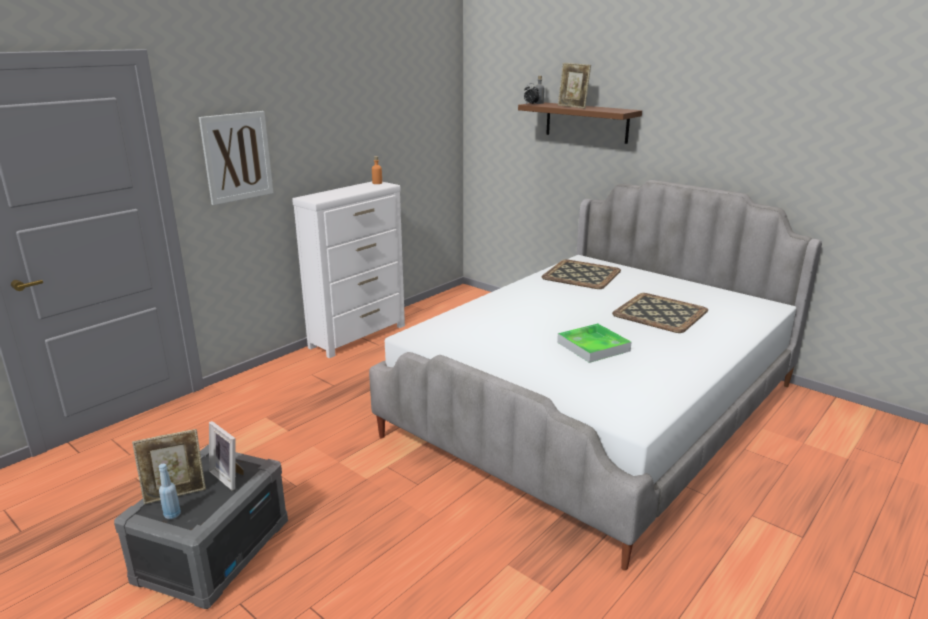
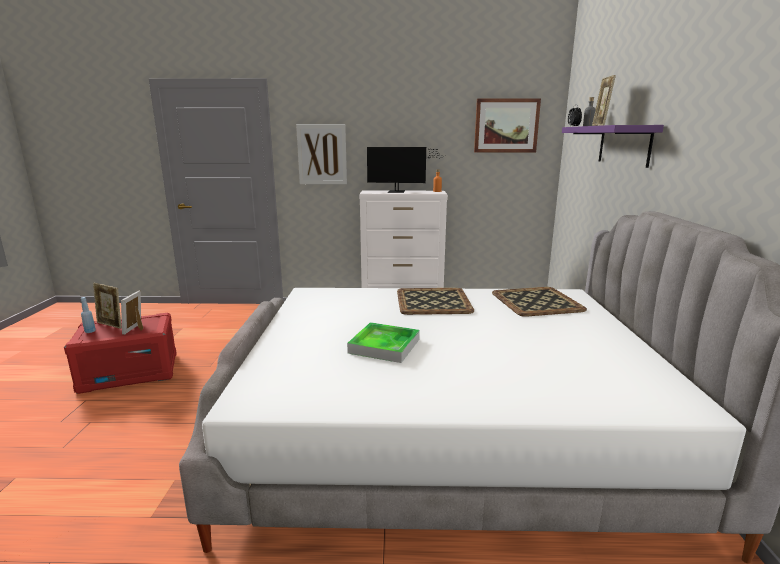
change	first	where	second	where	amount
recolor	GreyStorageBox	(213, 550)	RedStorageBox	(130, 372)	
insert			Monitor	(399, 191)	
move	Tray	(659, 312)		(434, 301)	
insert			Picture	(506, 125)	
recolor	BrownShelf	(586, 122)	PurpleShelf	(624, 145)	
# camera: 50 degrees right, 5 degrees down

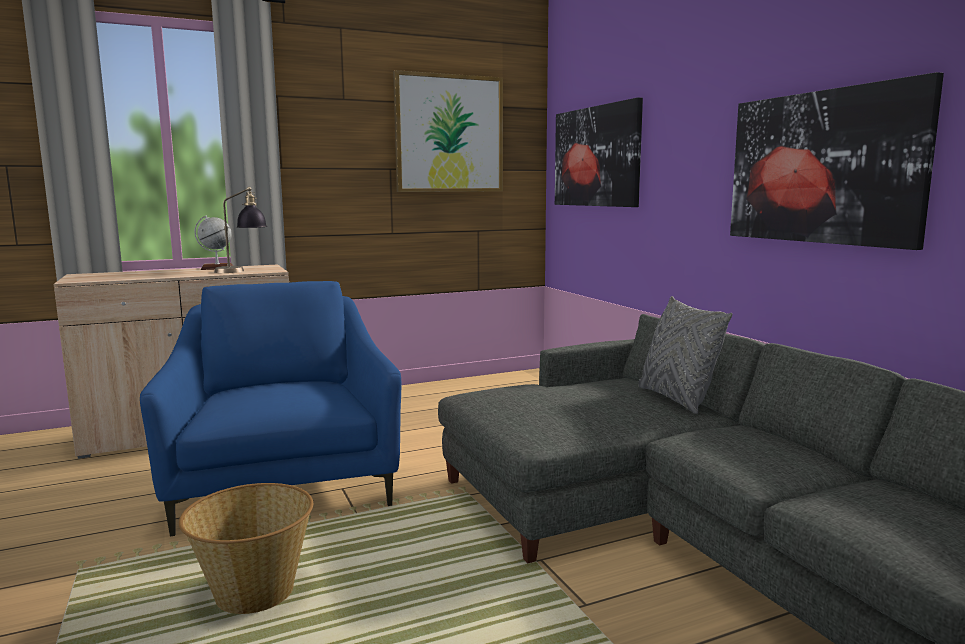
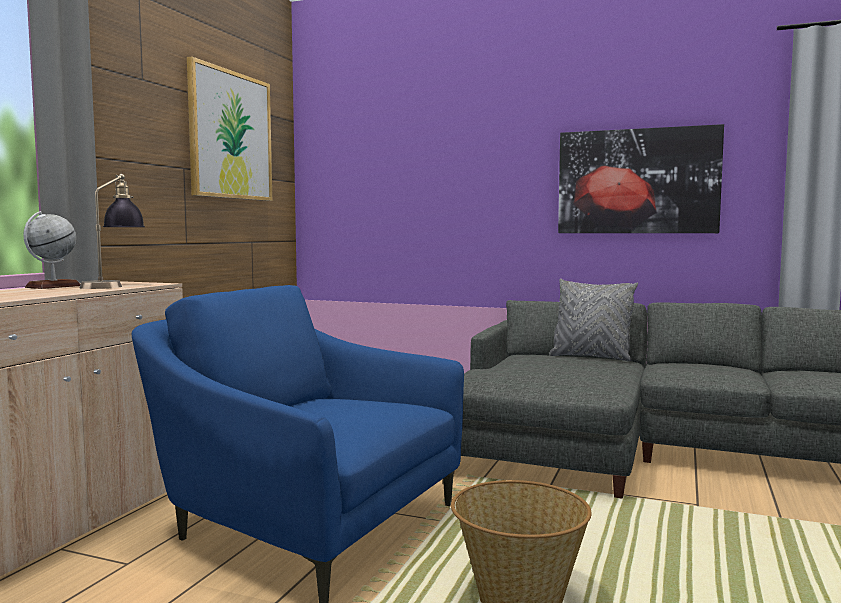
change	first	where	second	where	amount
delete	Picture	(596, 156)			
# camera: 45 degrees left, 5 degrees down

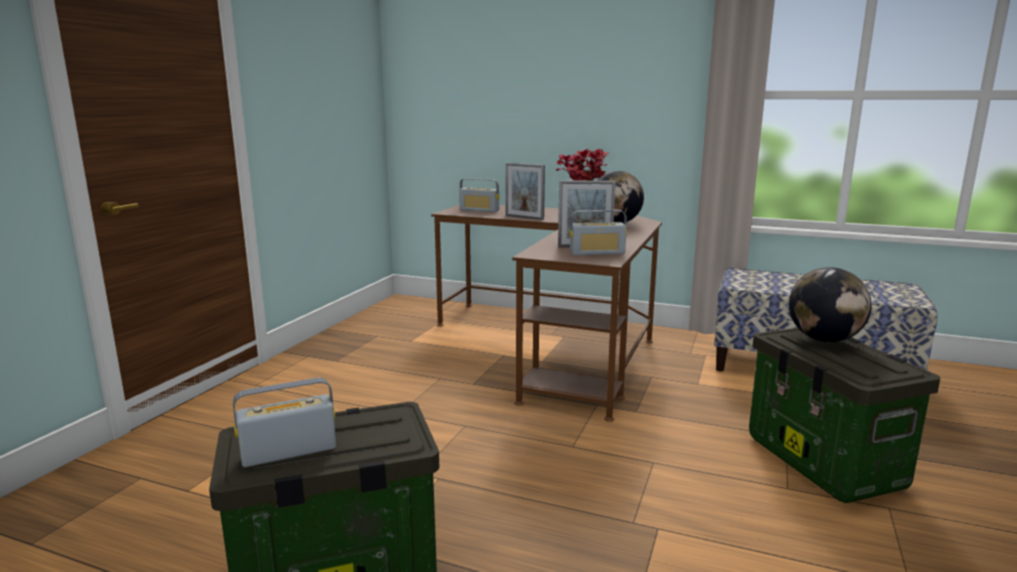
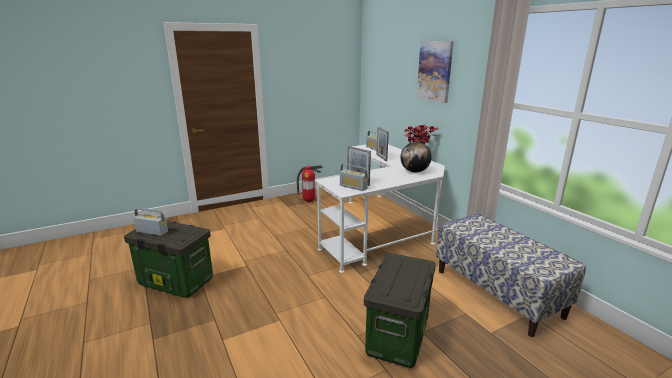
change	first	where	second	where	amount
insert			FireExtinguisher	(309, 201)	
recolor	BrownDesk	(557, 345)	WhiteDesk	(383, 229)	
insert			Picture	(435, 71)	
delete	Globe	(824, 339)			
# camera: 40 degrees right, 5 degrees up

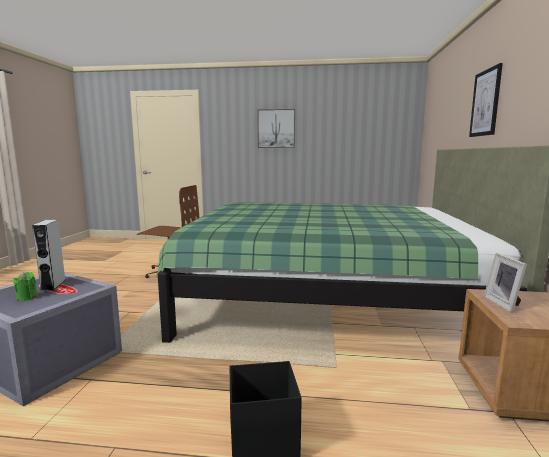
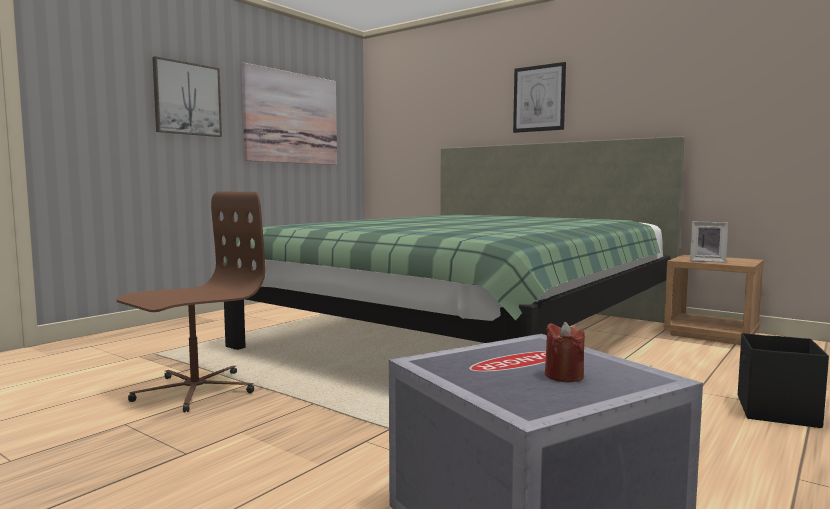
change	first	where	second	where	amount
insert			Picture	(291, 118)	
recolor	GreenCandle	(27, 297)	RedCandle	(564, 376)	
delete	GreySpeaker	(53, 285)			
# camera: 60 degrees left, 5 degrees down

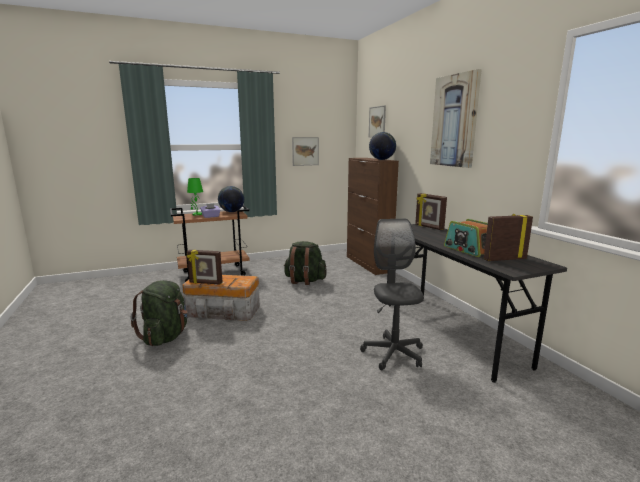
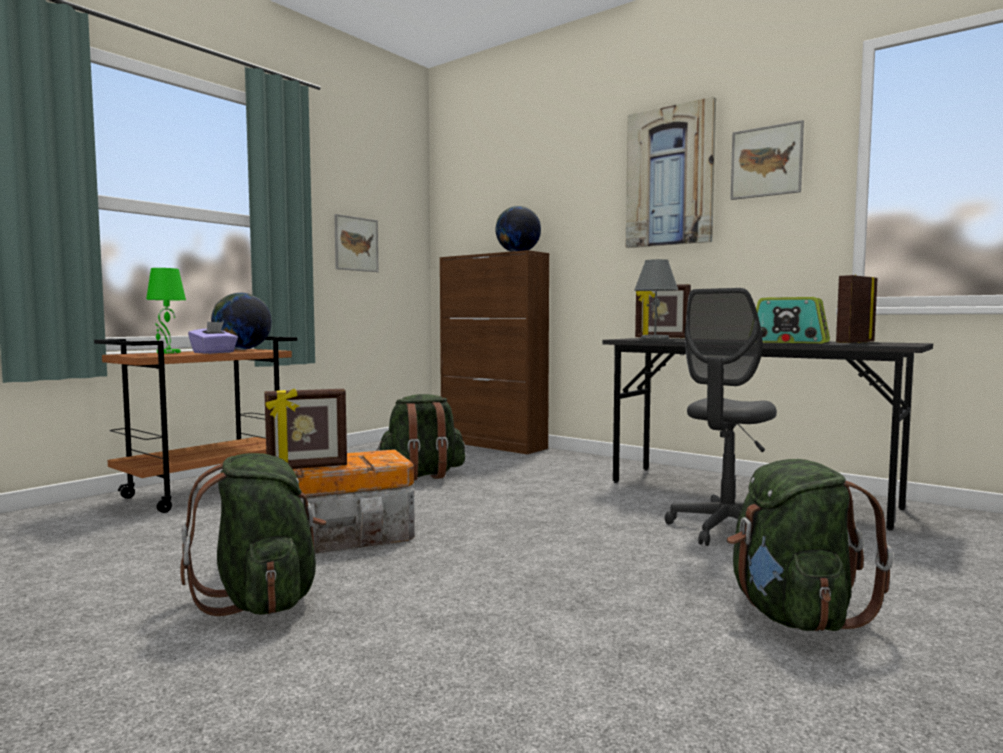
change	first	where	second	where	amount
insert			GreyTableLamp	(655, 339)	
rotate	GreyOfficeChair	(393, 354)		(725, 530)	105 degrees counterclockwise
insert			GreenBackpack	(793, 615)	
move	Picture	(377, 122)		(766, 161)	
# camera: 30 degrees left, 10 degrees down

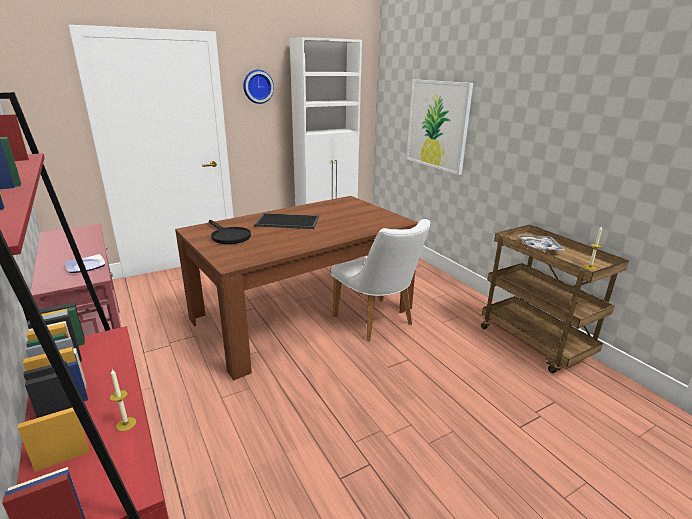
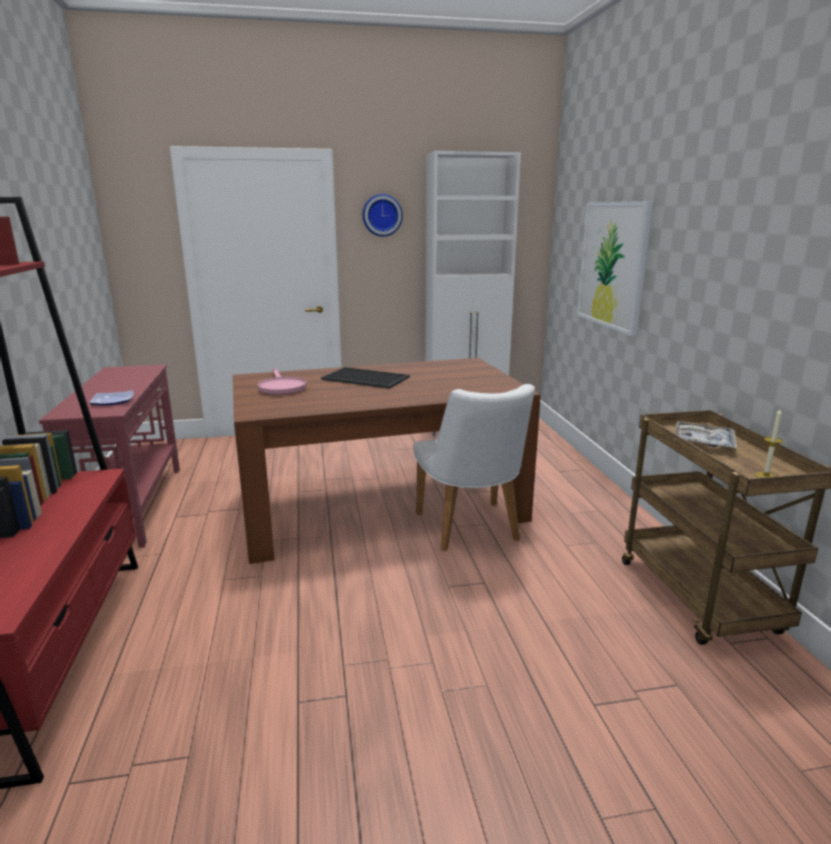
change	first	where	second	where	amount
recolor	BlackFryingPan	(228, 236)	PinkFryingPan	(281, 387)	
delete	Candle	(126, 424)			
# camera: 20 degrees right, 5 degrees down

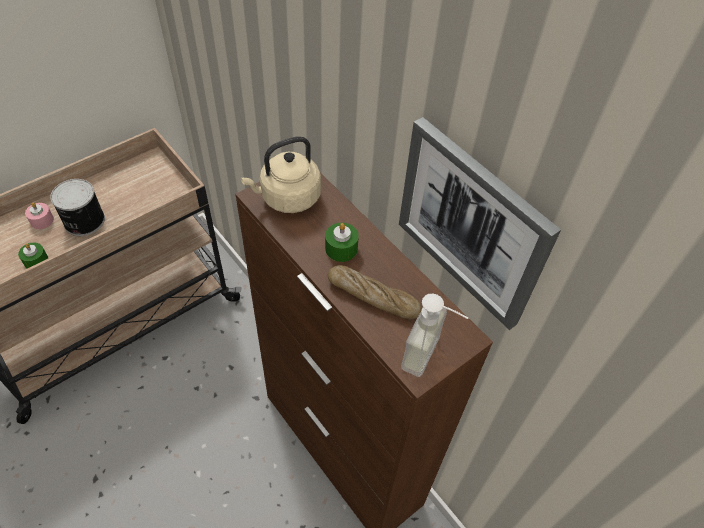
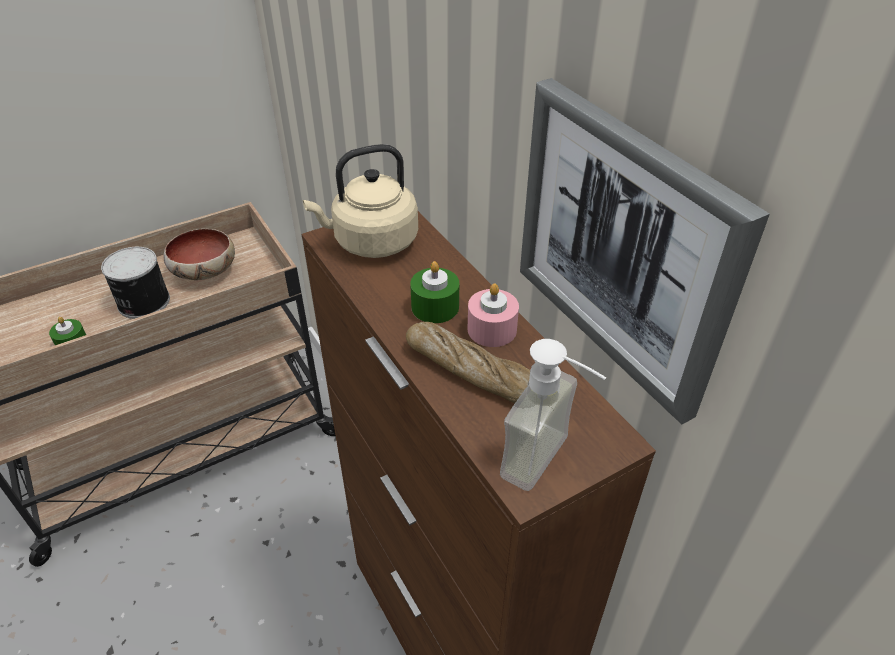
change	first	where	second	where	amount
insert			Bowl	(203, 272)	
move	PinkCandle	(42, 220)		(492, 329)	
# camera: 10 degrees right, 10 degrees down

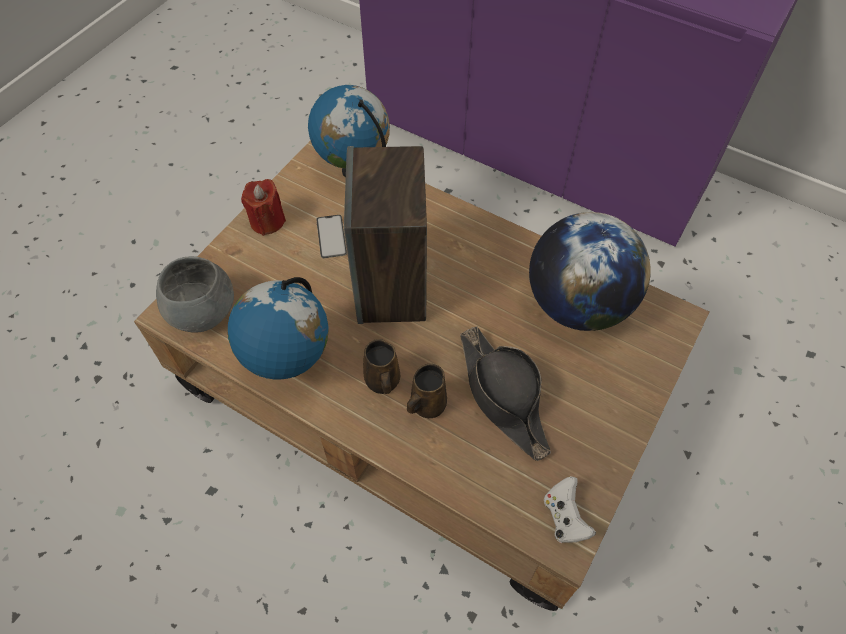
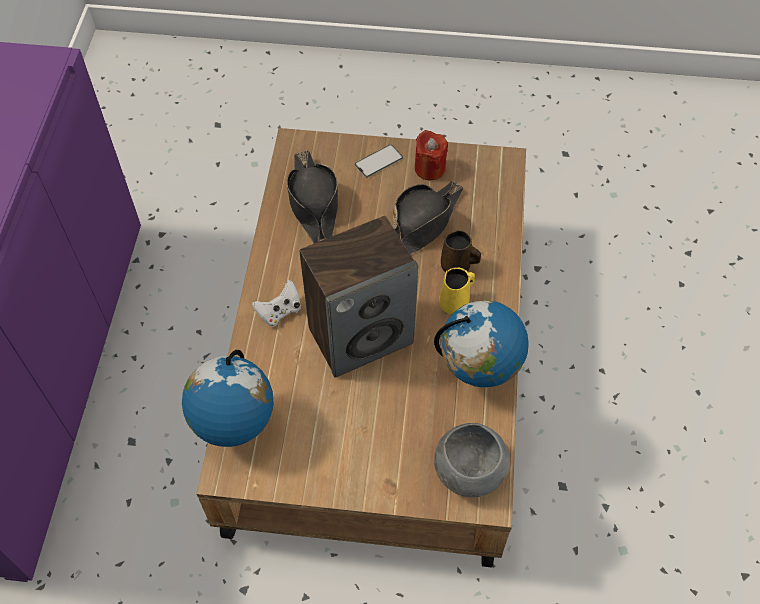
change	first	where	second	where	amount
move	WhiteGameController	(564, 517)		(279, 312)	
replace	Globe	(577, 304)	BlackHat	(313, 204)	
move	Phone	(331, 236)		(378, 161)	
move	RedCandle	(267, 221)		(429, 168)	
recolor	BrownMug	(383, 382)	YellowMug	(455, 303)	
# camera: 115 degrees left, 0 degrees up

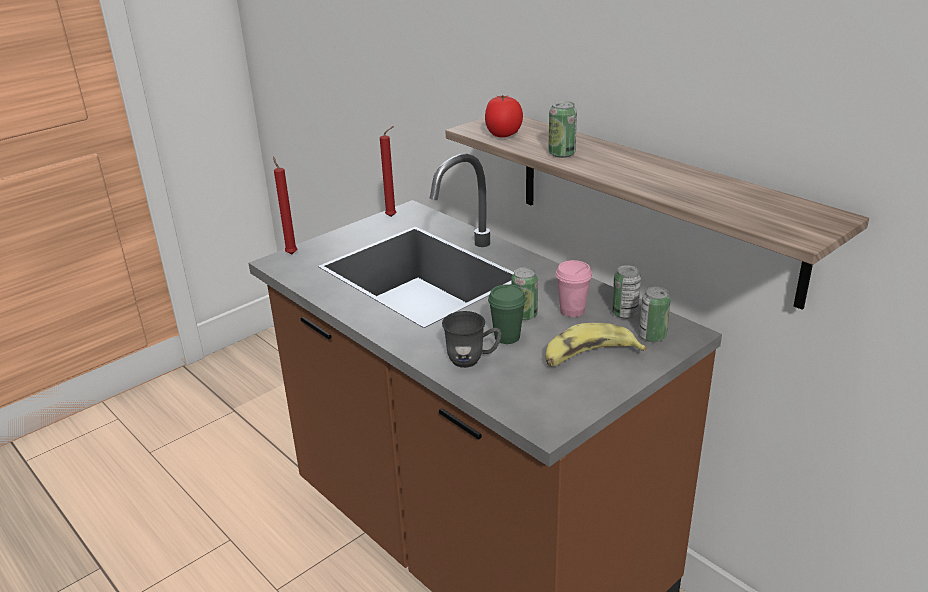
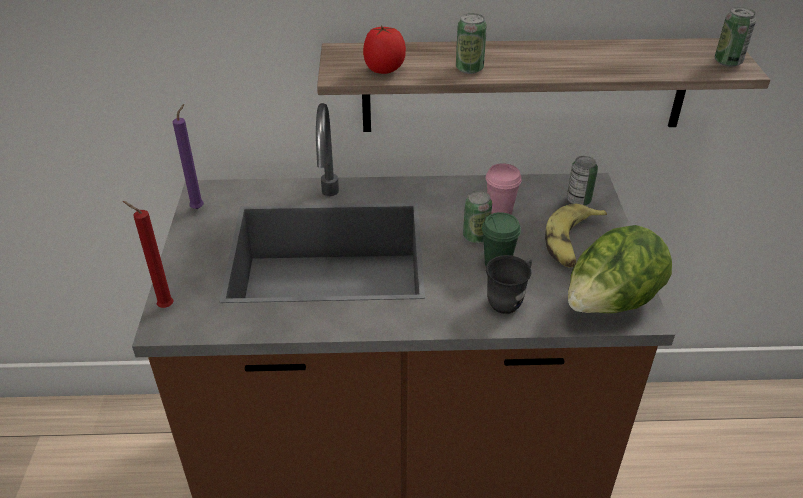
change	first	where	second	where	amount
recolor	RedCandle	(393, 216)	PurpleCandle	(199, 207)	
insert			Lettuce	(610, 304)	
move	Can	(624, 313)		(728, 62)	
# camera: 50 degrees left, 10 degrees up

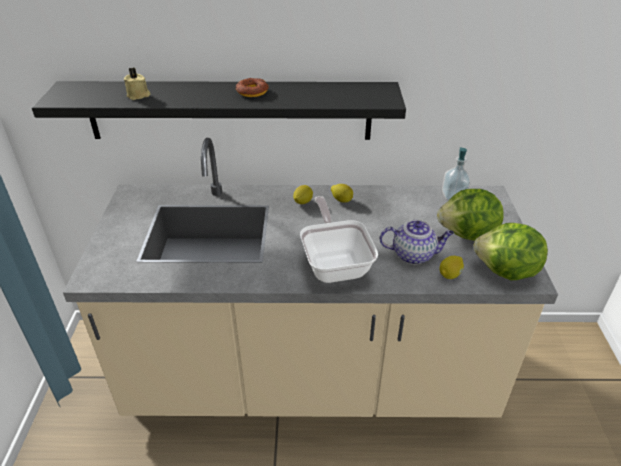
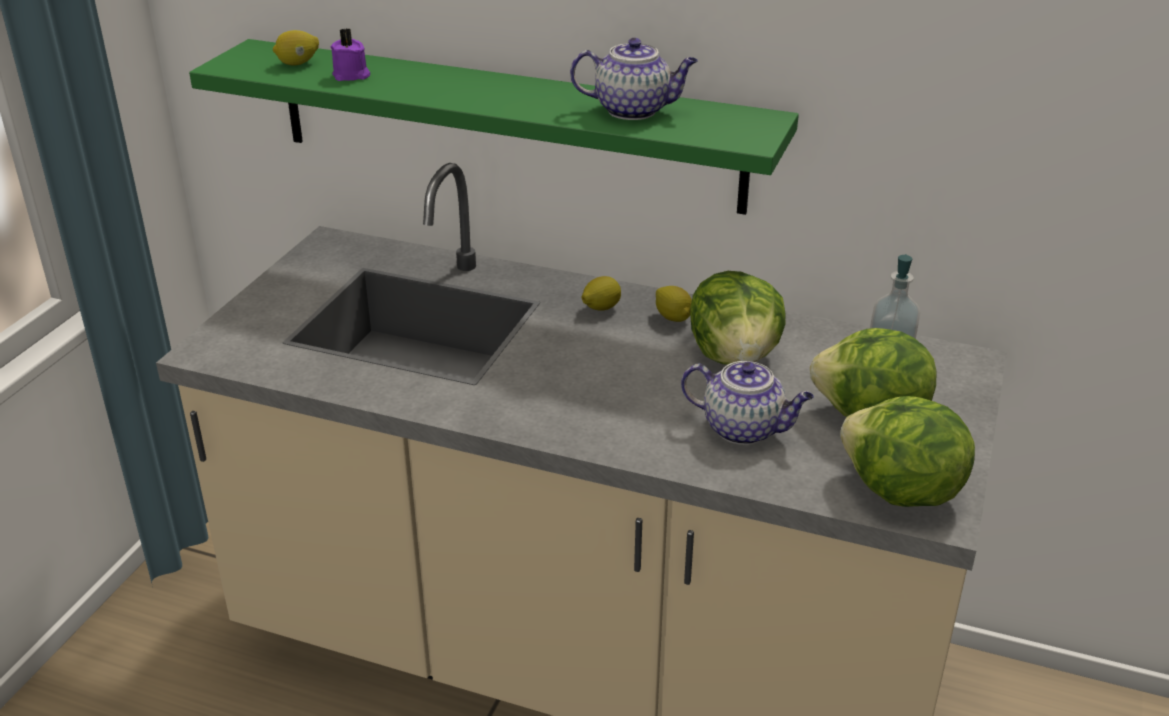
change	first	where	second	where	amount
recolor	BlackShelf	(229, 110)	GreenShelf	(506, 125)	
move	Lemon	(450, 275)		(298, 64)	
recolor	BeigeCandle	(138, 95)	PurpleCandle	(351, 76)	
insert			Teapot	(634, 110)	
insert			Lettuce	(735, 356)	
delete	Donut	(252, 91)			
delete	FryingPan	(335, 263)			
# camera: 20 degrees right, 5 degrees down

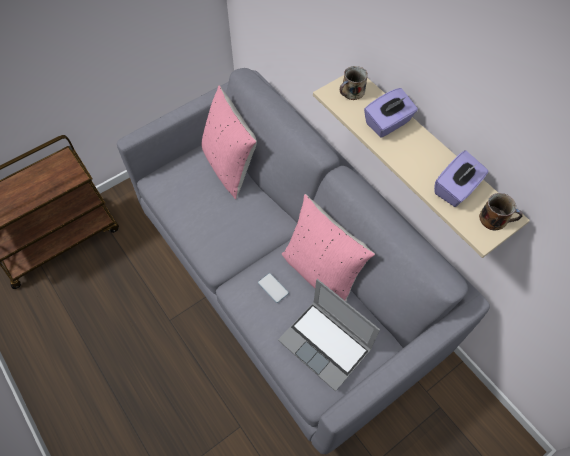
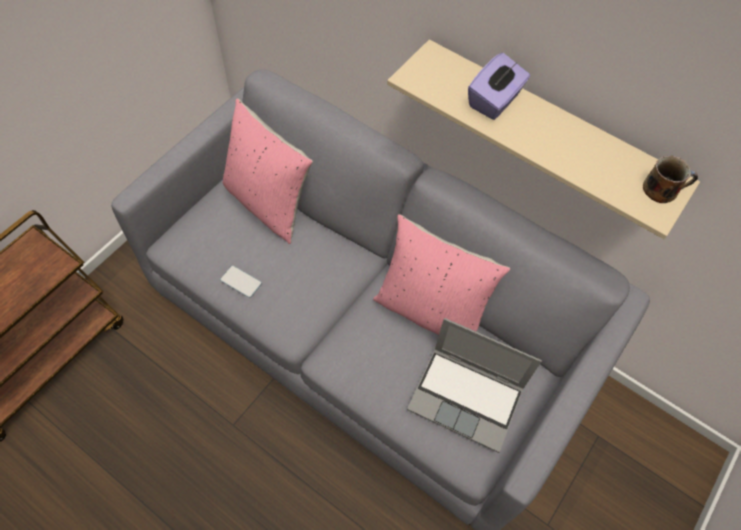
change	first	where	second	where	amount
move	Phone	(273, 288)		(241, 282)	
delete	Mug	(352, 92)			
delete	PurpleTissueBox	(456, 189)			
# camera: 20 degrees left, 0 degrees up

